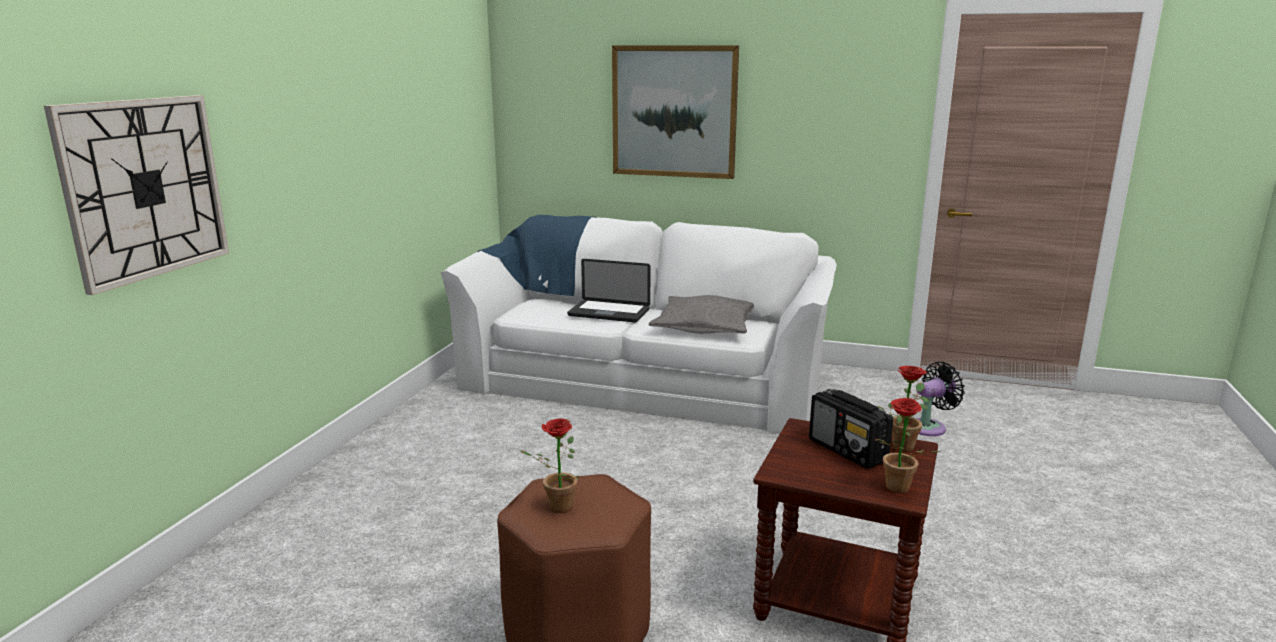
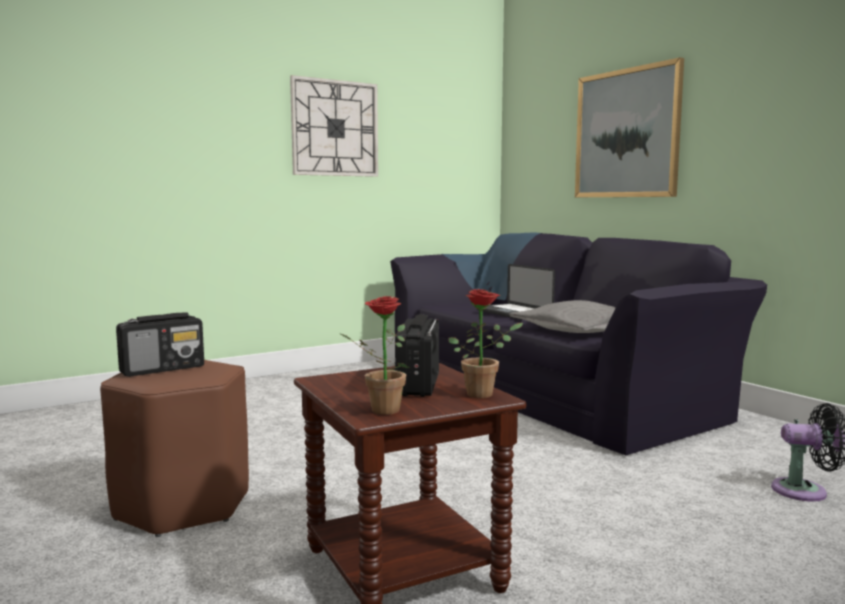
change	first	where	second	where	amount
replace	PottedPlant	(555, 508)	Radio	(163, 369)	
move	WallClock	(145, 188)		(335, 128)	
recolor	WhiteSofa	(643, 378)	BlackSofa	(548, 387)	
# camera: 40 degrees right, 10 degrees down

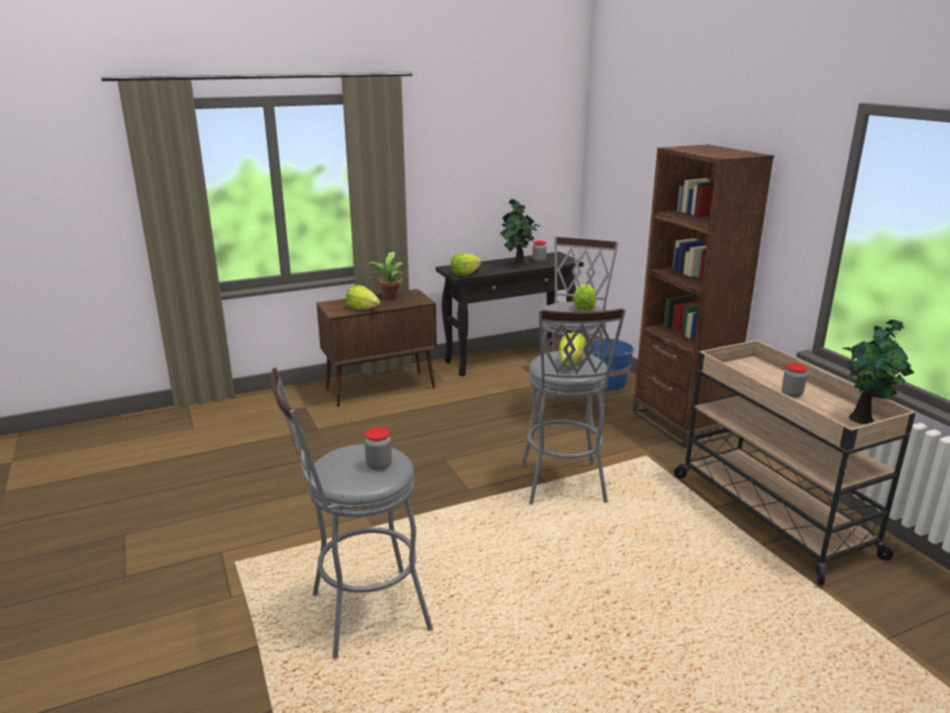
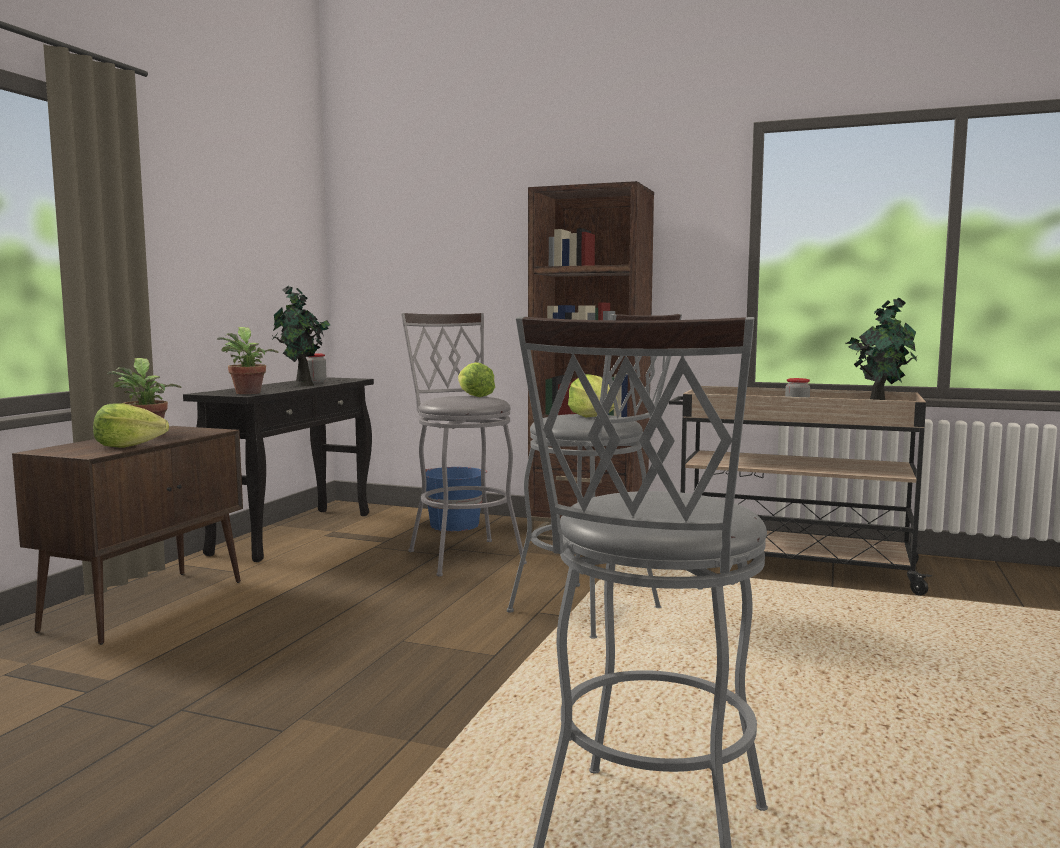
change	first	where	second	where	amount
replace	Lettuce	(465, 274)	PottedPlant	(248, 393)	
delete	Jar	(379, 465)			
# camera: 45 degrees left, 15 degrees down

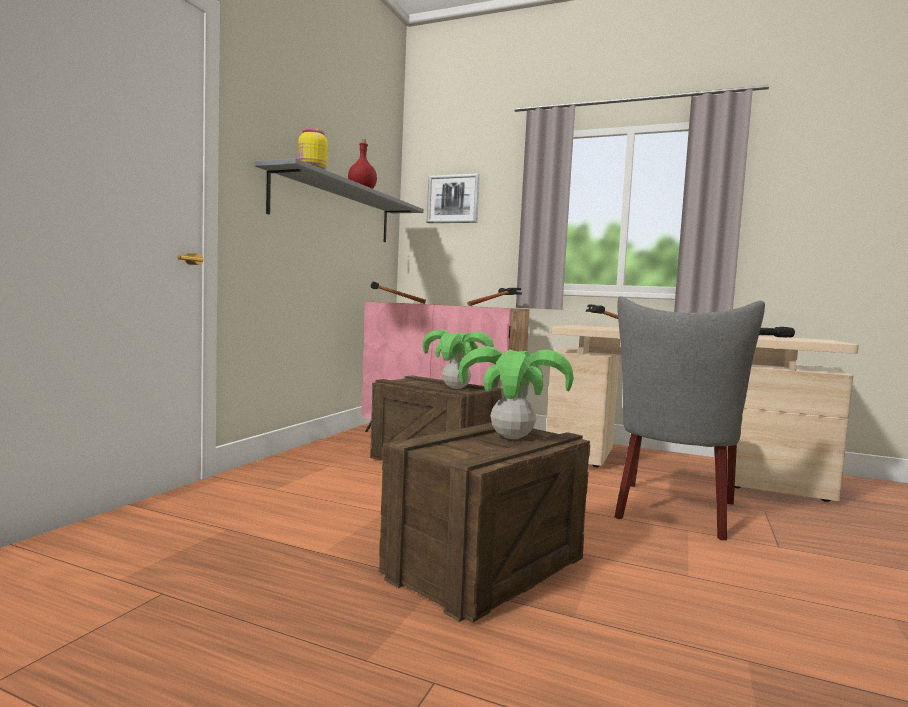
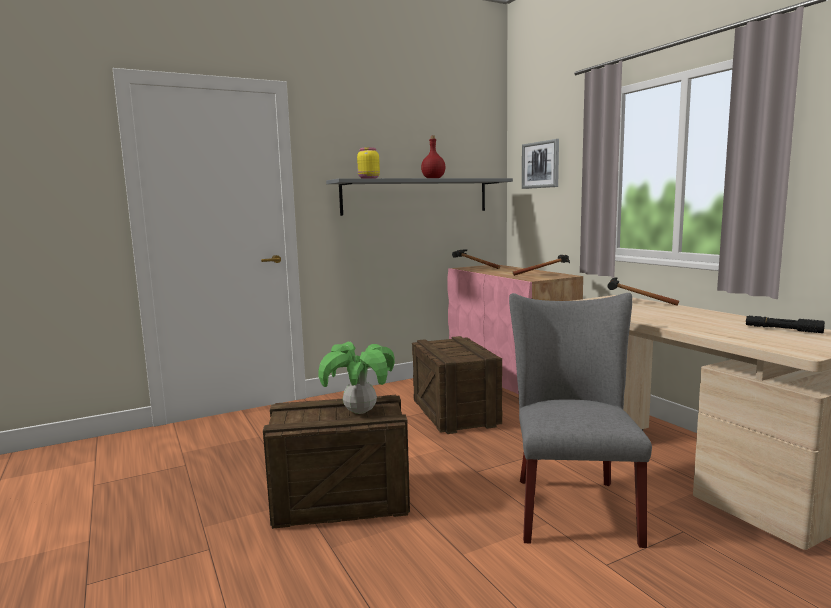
change	first	where	second	where	amount
rotate	GreyChair	(673, 512)		(571, 505)	120 degrees clockwise
delete	PottedPlant	(456, 388)			
# camera: 40 degrees right, 5 degrees up

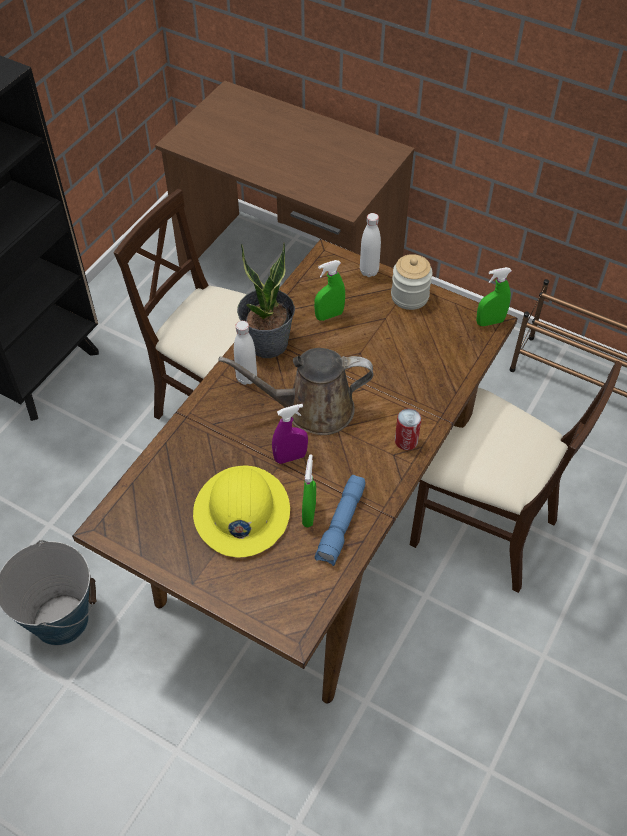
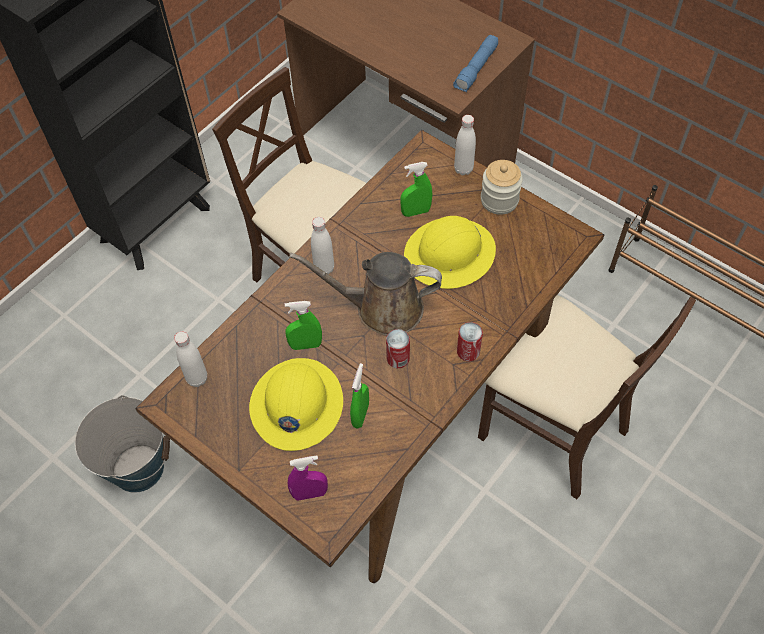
change	first	where	second	where	amount
insert			WhiteBottle	(197, 378)	
move	GreenSprayBottle	(490, 322)		(305, 345)	
move	PurpleSprayBottle	(290, 457)		(310, 493)	
insert			Can	(398, 358)	
insert			YellowHardHat	(450, 255)	
move	BlueFlashlight	(342, 525)		(476, 69)	
delete	PottedPlant	(268, 343)			
# camera: 10 degrees right, 5 degrees up

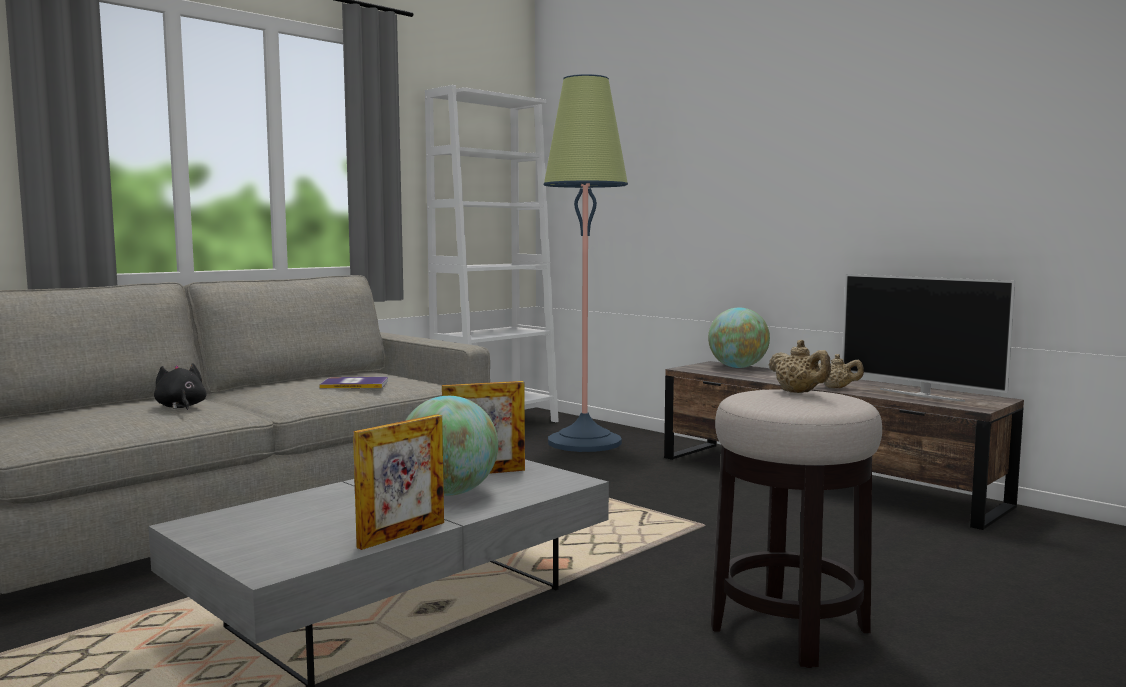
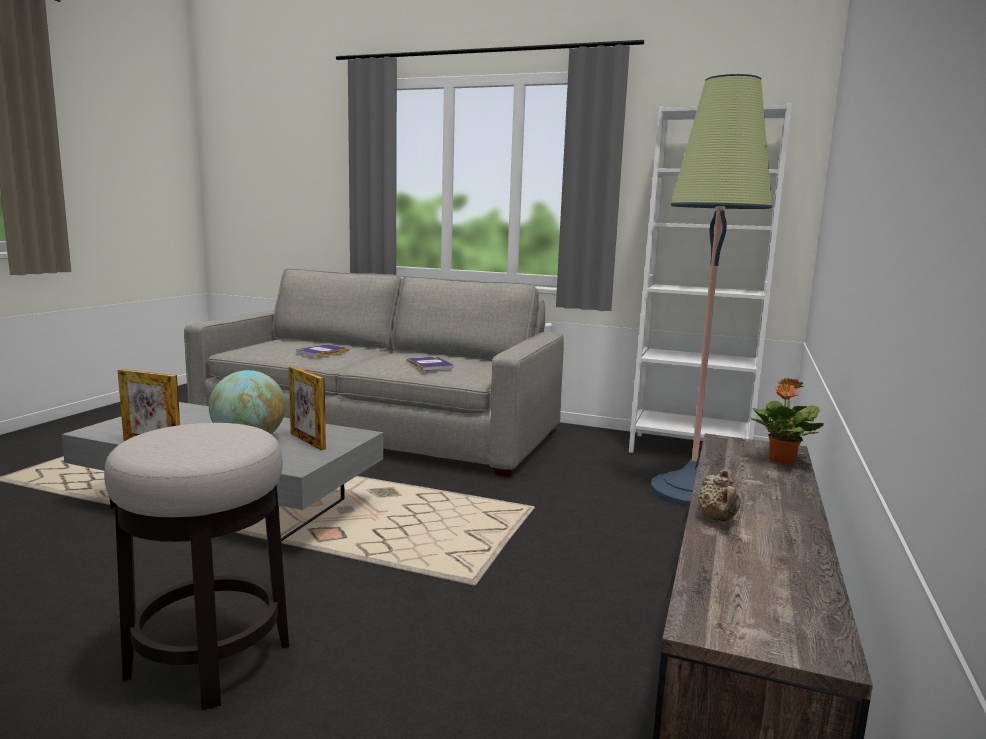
change	first	where	second	where	amount
replace	BlackPlushToy	(180, 407)	Book	(322, 351)	
replace	Globe	(737, 367)	PottedPlant	(781, 460)	
delete	BeigeTeapot	(799, 392)			
delete	Television	(921, 395)			
# camera: 65 degrees right, 5 degrees up

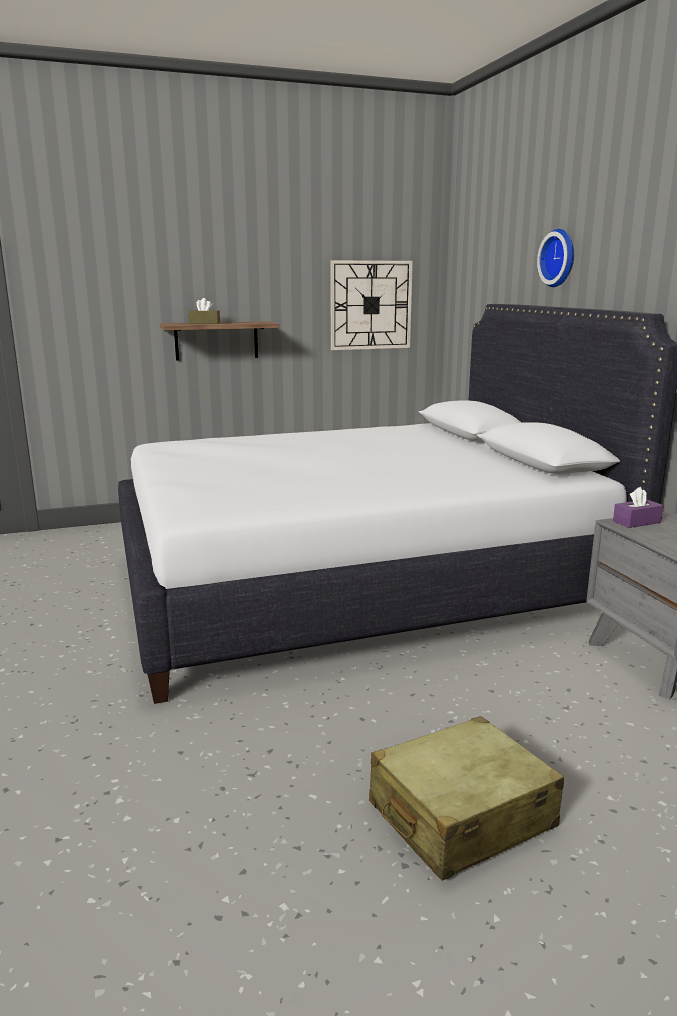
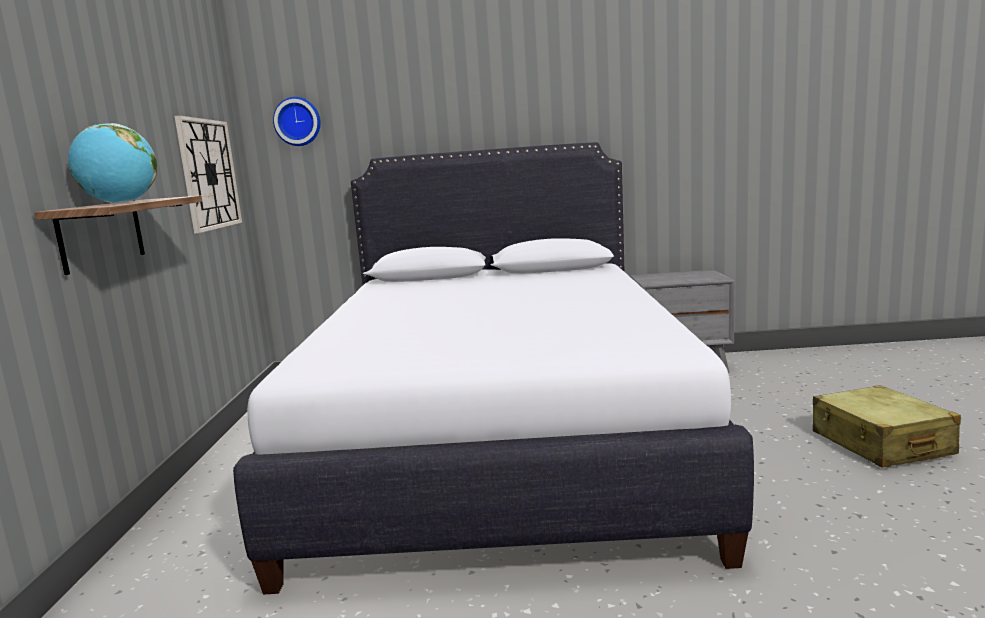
change	first	where	second	where	amount
replace	BrownTissueBox	(204, 323)	Globe	(121, 203)	
move	WallClock	(560, 258)		(298, 121)	
delete	PurpleTissueBox	(636, 522)			
# camera: 70 degrees left, 5 degrees down

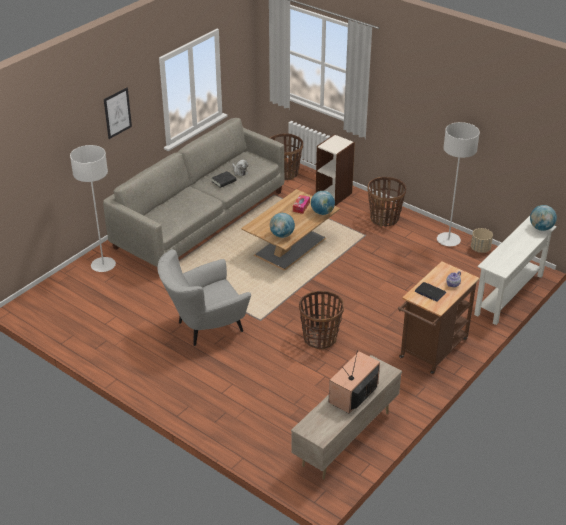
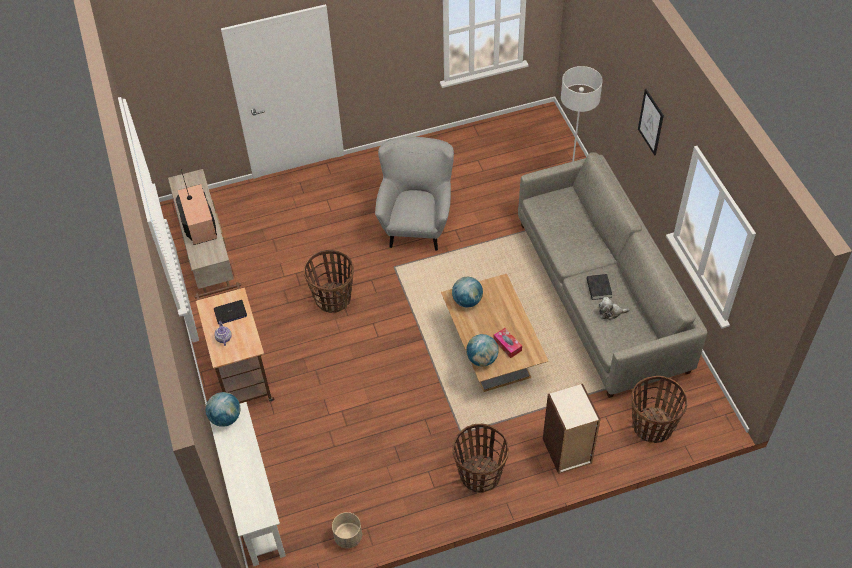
change	first	where	second	where	amount
move	Globe	(541, 228)		(225, 418)	
delete	GreyFloorLamp	(448, 240)			
# camera: 125 degrees right, 15 degrees up

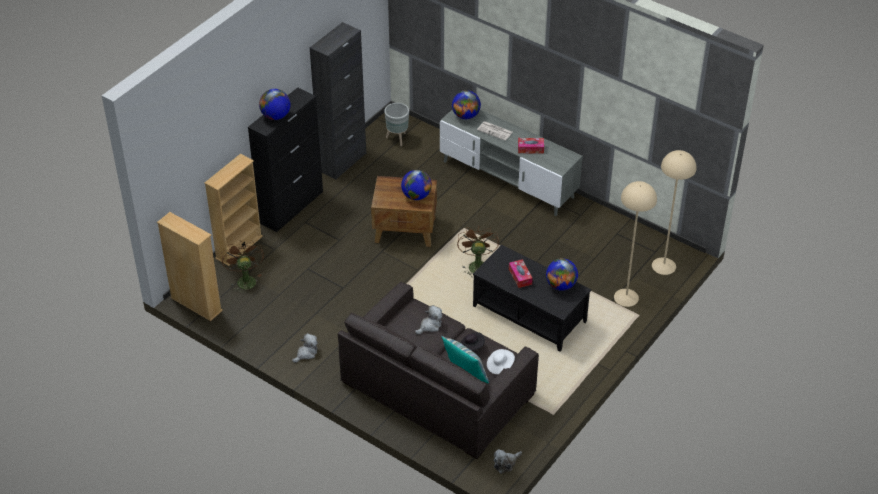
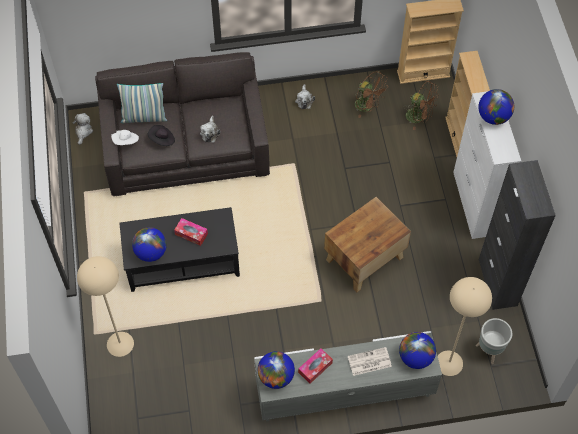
change	first	where	second	where	amount
move	Globe	(416, 196)		(276, 377)	
move	BrownFan	(476, 264)		(367, 106)	
move	BeigeFloorLamp	(663, 266)		(449, 362)	
recolor	BlackCabinet	(291, 207)	WhiteCabinet	(474, 204)	
# camera: 135 degrees right, 15 degrees up

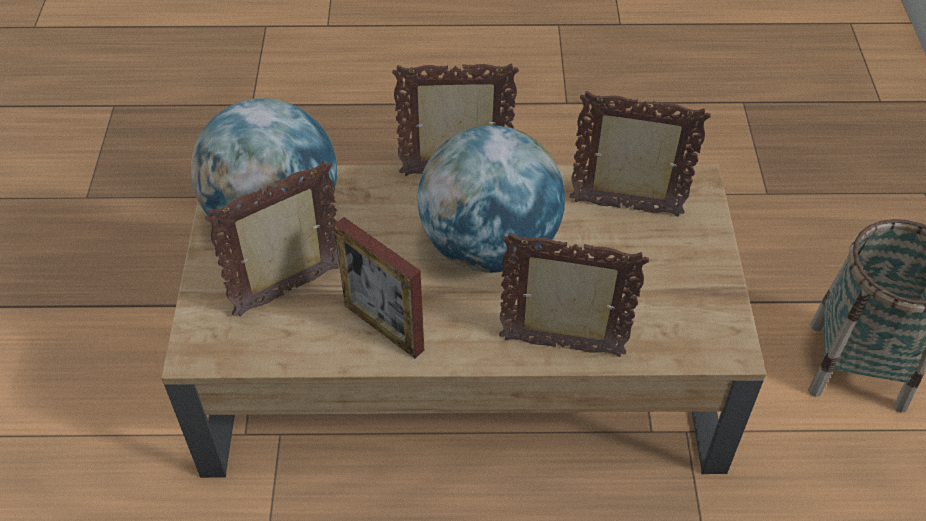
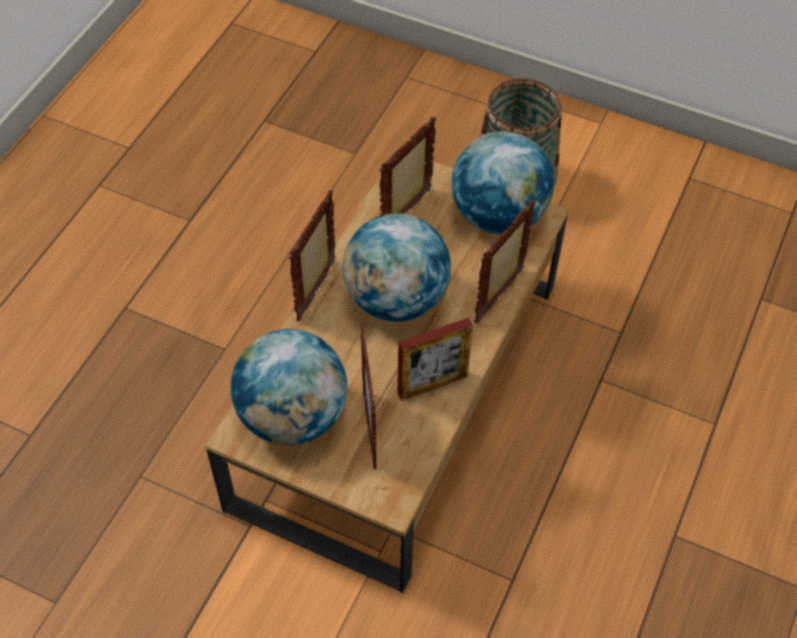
change	first	where	second	where	amount
insert			Globe	(498, 215)	
# camera: 65 degrees left, 5 degrees up

